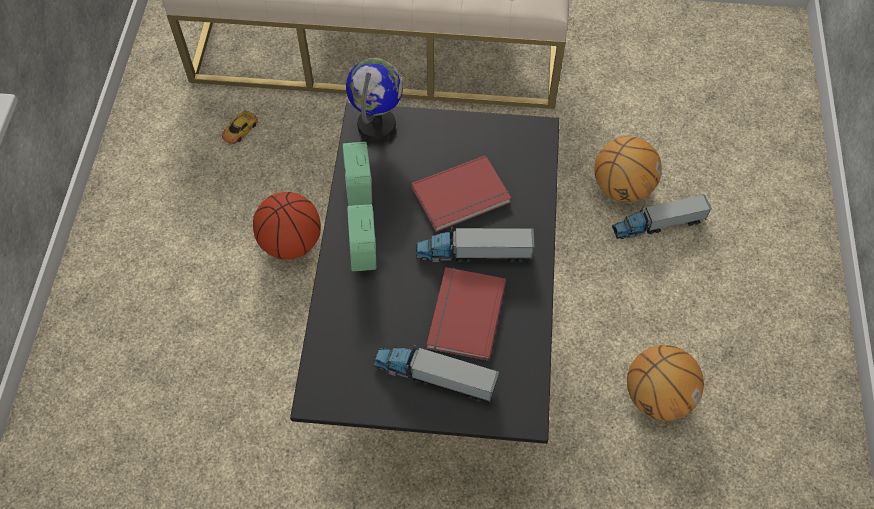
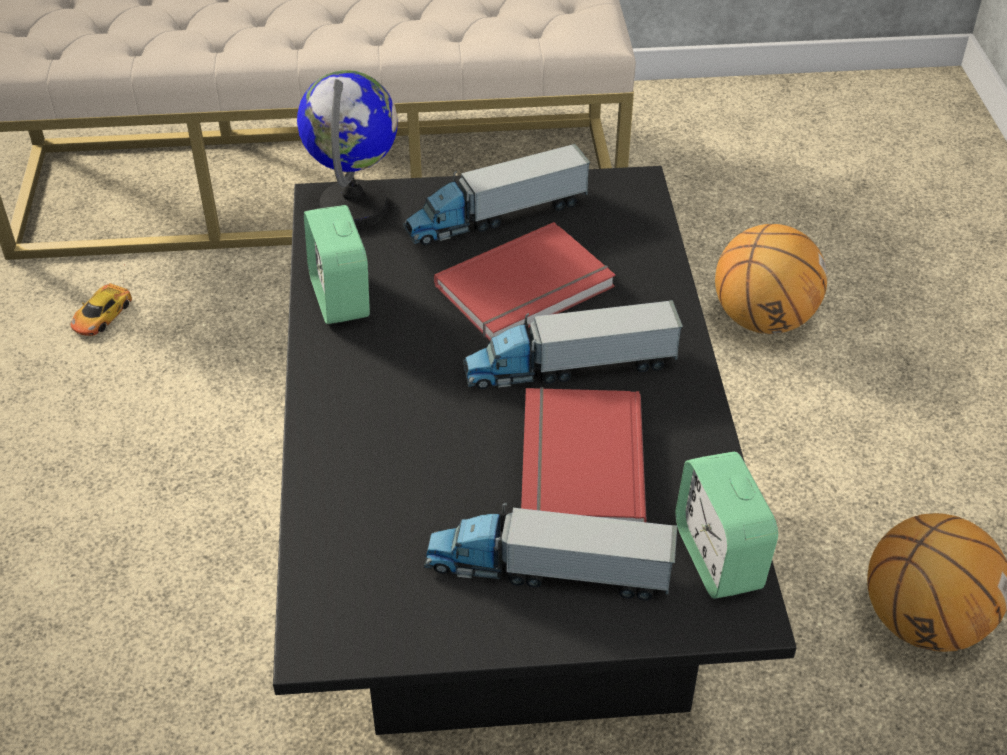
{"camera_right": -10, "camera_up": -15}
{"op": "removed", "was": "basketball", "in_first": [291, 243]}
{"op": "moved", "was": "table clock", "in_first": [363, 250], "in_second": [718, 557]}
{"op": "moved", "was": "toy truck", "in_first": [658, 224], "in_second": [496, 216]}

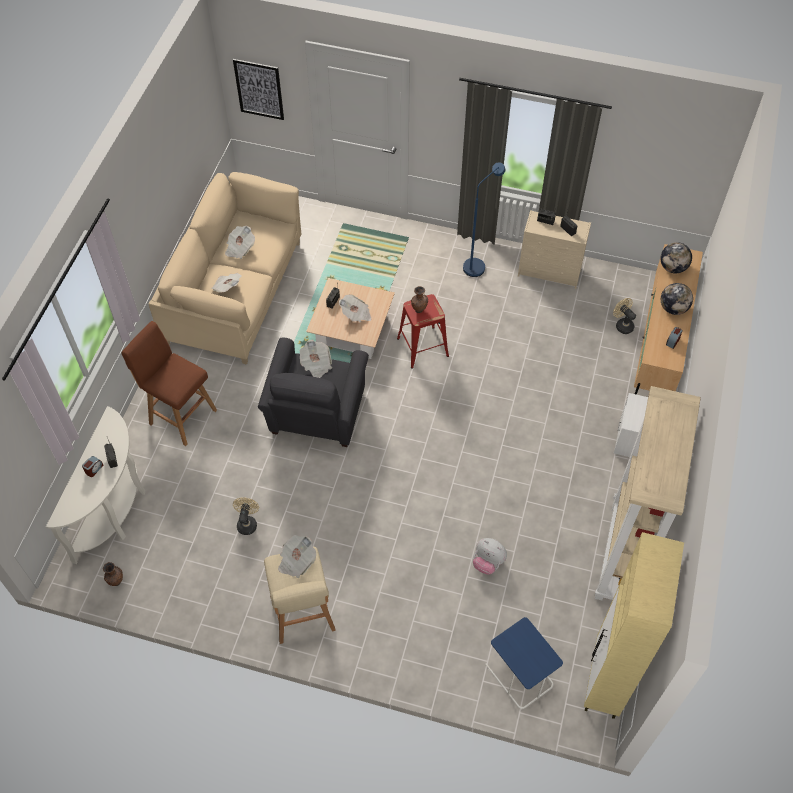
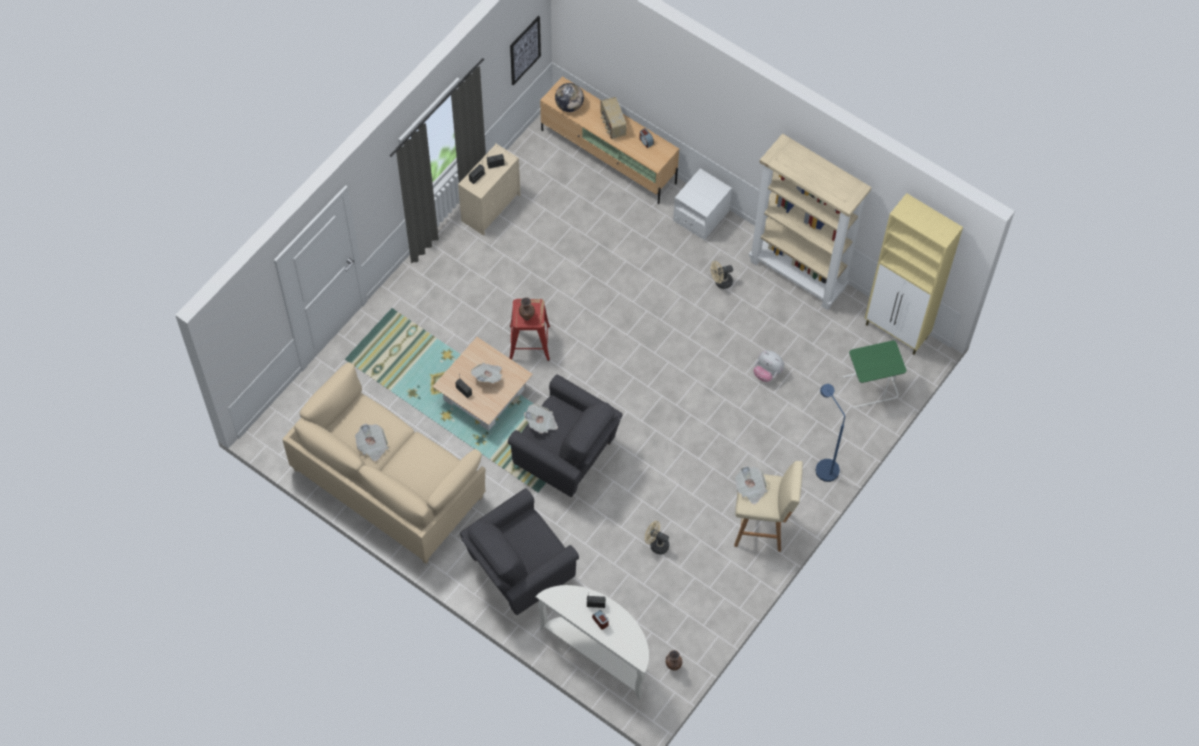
{"camera_right": -70, "camera_up": 5}
{"op": "removed", "was": "printed paper", "in_first": [227, 287]}
{"op": "moved", "was": "wall picture", "in_first": [259, 89], "in_second": [525, 50]}
{"op": "moved", "was": "floor lamp (blue-coloured)", "in_first": [478, 264], "in_second": [823, 465]}
{"op": "moved", "was": "electric fan (beige-coloured)", "in_first": [622, 325], "in_second": [720, 282]}
{"op": "replaced", "was": "stool seat (brownish)", "now": "armchair (greyish)", "in_first": [181, 416], "in_second": [517, 570]}
{"op": "replaced", "was": "desk globe", "now": "radio set", "in_first": [673, 308], "in_second": [612, 125]}
{"op": "recoloured", "was": "accent table (blue-coloured)", "now": "accent table (green)", "in_first": [518, 674], "in_second": [870, 388]}
{"op": "turned", "was": "plush toy", "in_first": [488, 562], "in_second": [767, 372], "clockwise": 75}

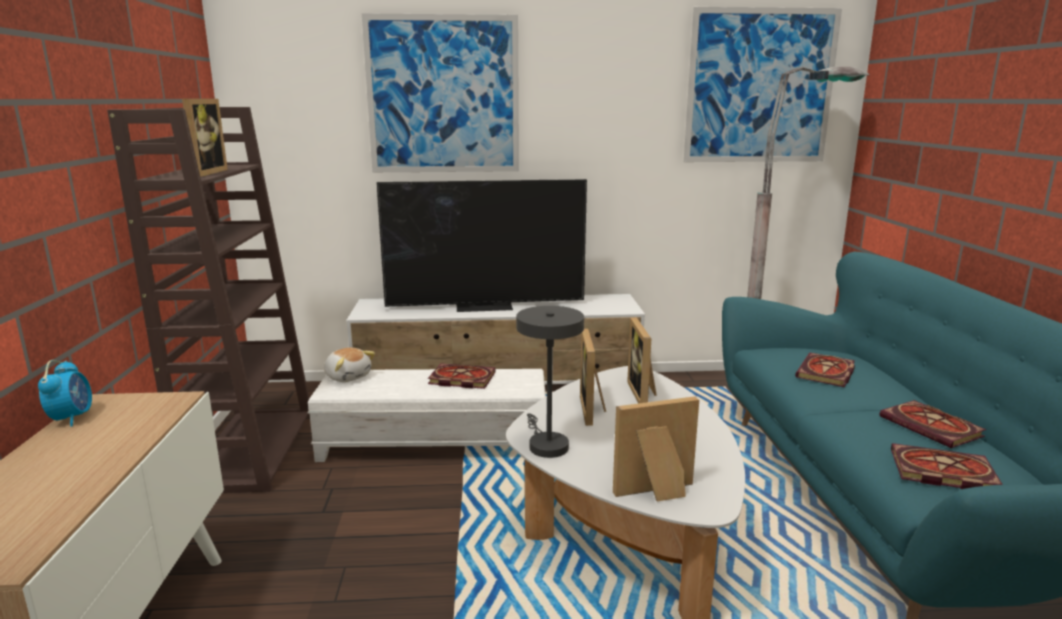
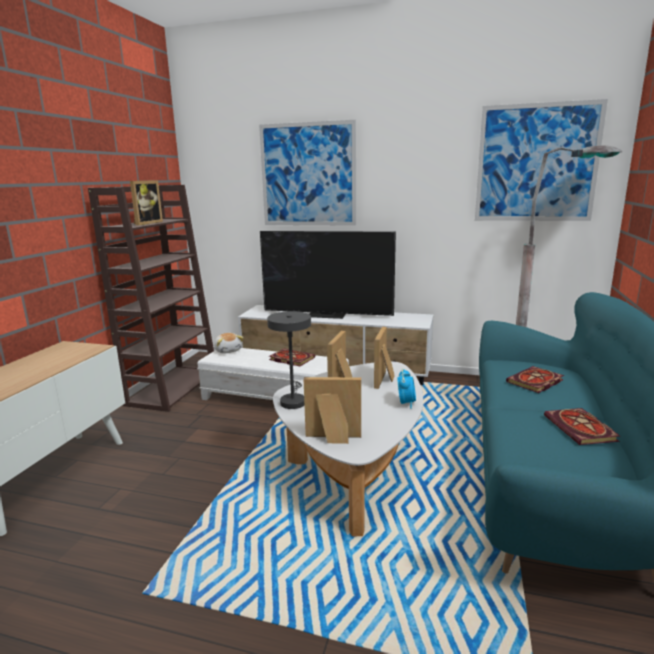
{"camera_right": 20, "camera_up": 0}
{"op": "removed", "was": "volume", "in_first": [940, 472]}
{"op": "moved", "was": "table clock", "in_first": [72, 418], "in_second": [406, 403]}

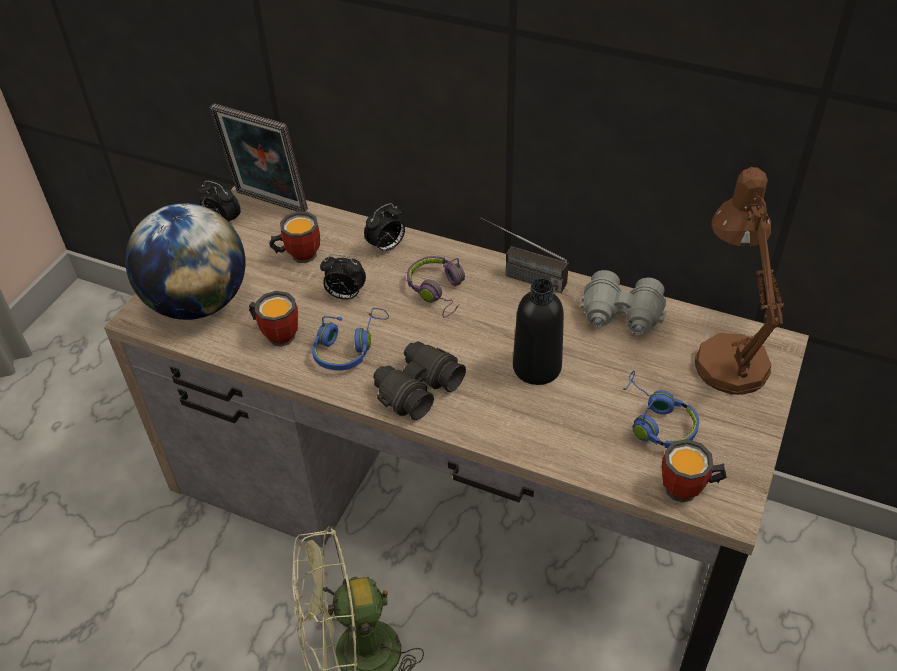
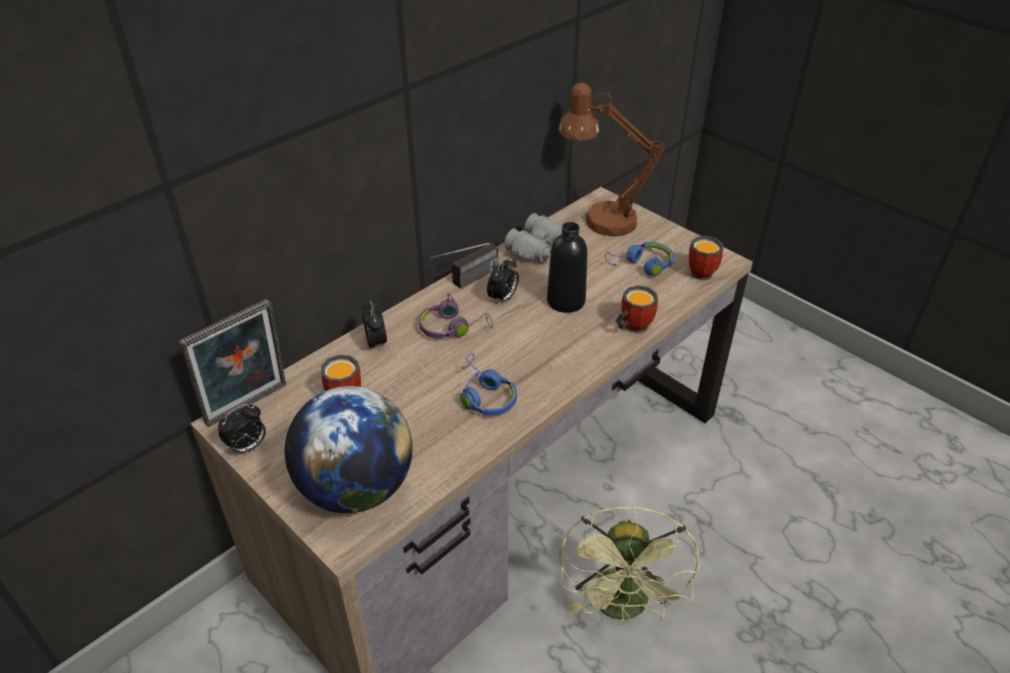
{"camera_right": -70, "camera_up": -5}
{"op": "removed", "was": "pair of binoculars (blackish)", "in_first": [417, 388]}
{"op": "moved", "was": "tea mug", "in_first": [278, 333], "in_second": [631, 326]}
{"op": "moved", "was": "table clock", "in_first": [345, 295], "in_second": [503, 298]}

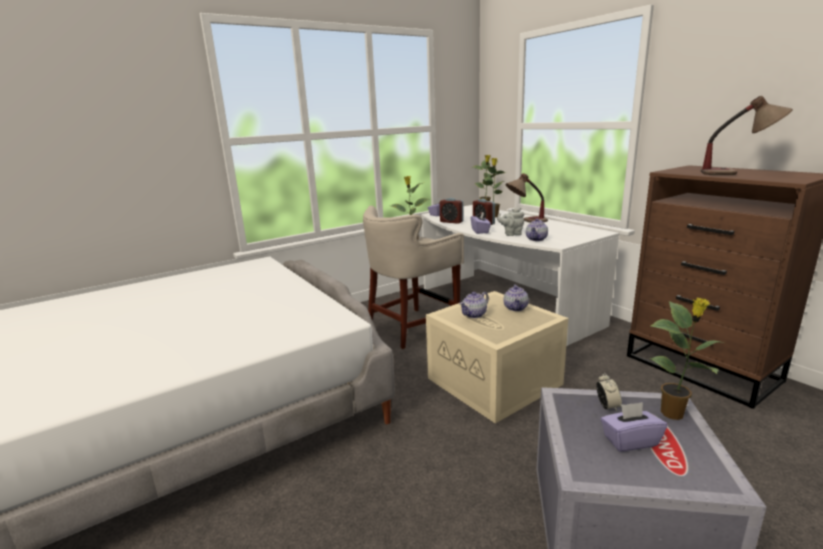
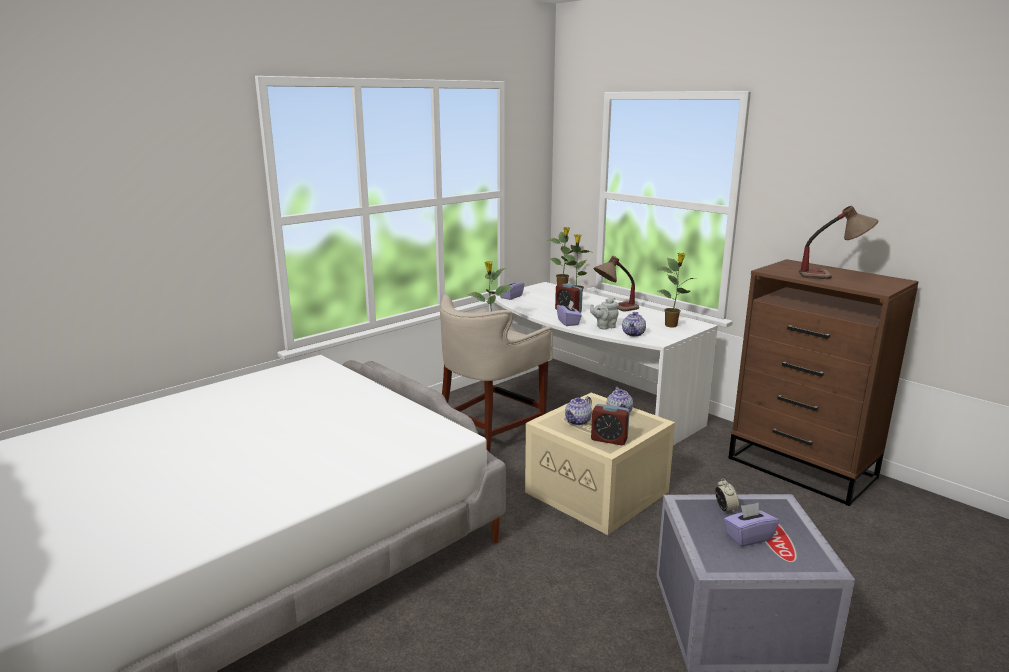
{"camera_right": -10, "camera_up": 0}
{"op": "moved", "was": "table clock", "in_first": [451, 222], "in_second": [609, 439]}
{"op": "moved", "was": "houseplant", "in_first": [674, 414], "in_second": [672, 325]}

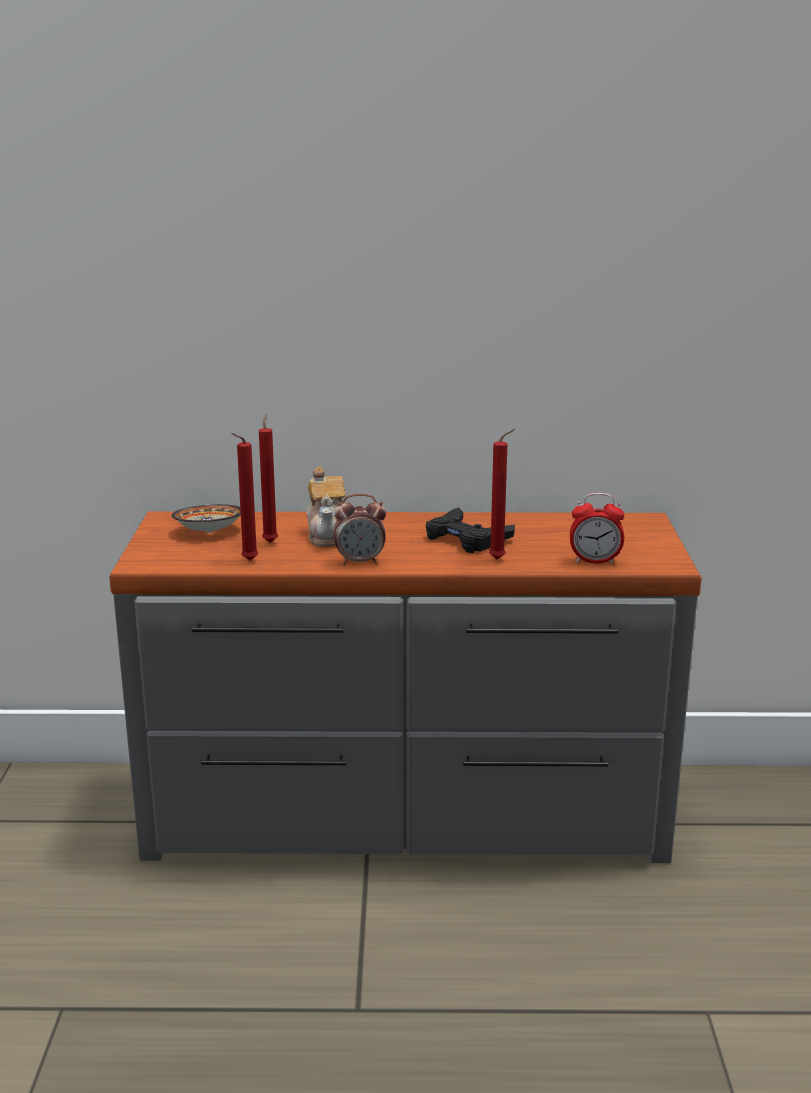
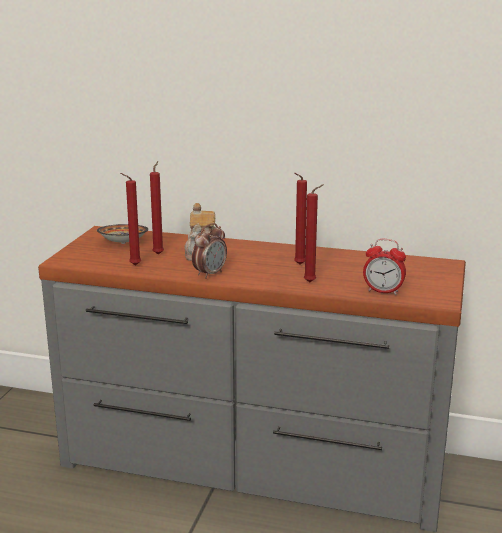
{"camera_right": 15, "camera_up": 0}
{"op": "replaced", "was": "game controller (blackish)", "now": "candle (red-coloured)", "in_first": [466, 538], "in_second": [298, 265]}
{"op": "turned", "was": "table clock", "in_first": [360, 562], "in_second": [210, 274], "clockwise": -60}

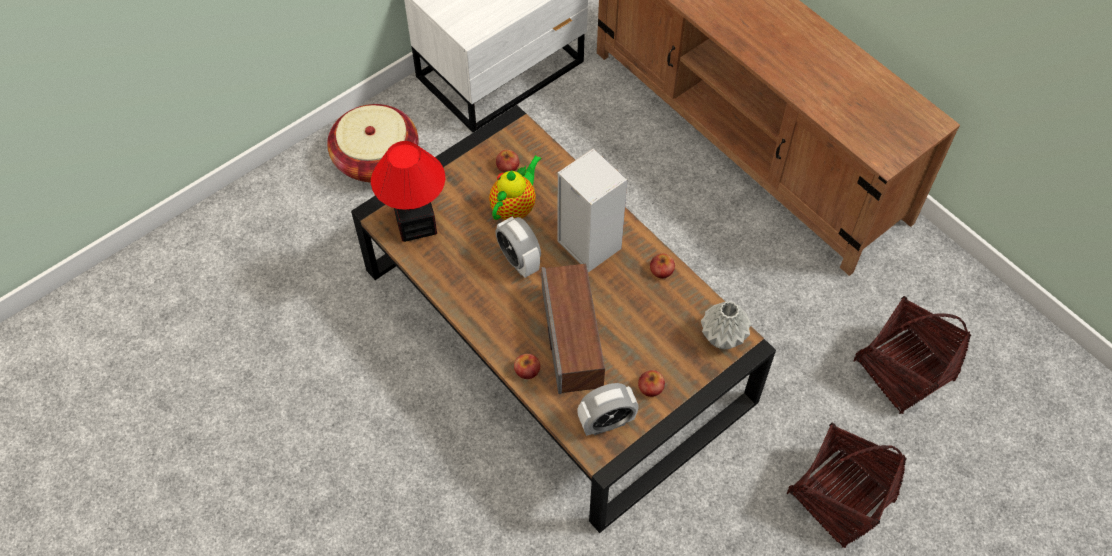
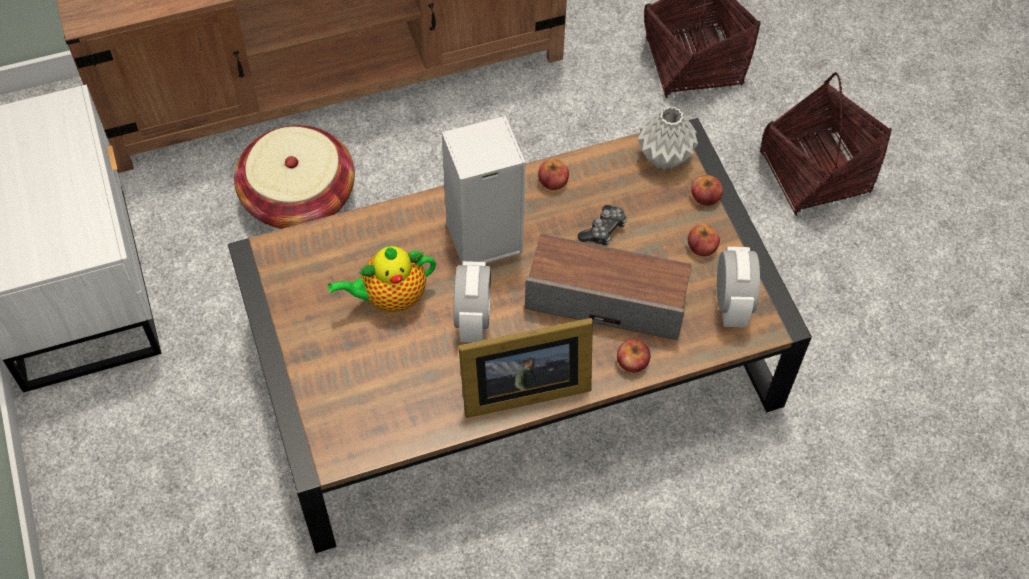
{"camera_right": -70, "camera_up": 0}
{"op": "removed", "was": "tabletop lamp", "in_first": [415, 224]}
{"op": "added", "now": "standing frame", "in_second": [520, 388]}
{"op": "added", "now": "game controller", "in_second": [603, 230]}
{"op": "moved", "was": "basket", "in_first": [376, 159], "in_second": [299, 197]}
{"op": "moved", "was": "whole apple", "in_first": [507, 166], "in_second": [705, 196]}
{"op": "turned", "was": "teapot", "in_first": [515, 207], "in_second": [390, 297], "clockwise": -75}
{"op": "turned", "was": "table clock", "in_first": [519, 261], "in_second": [473, 319], "clockwise": -75}

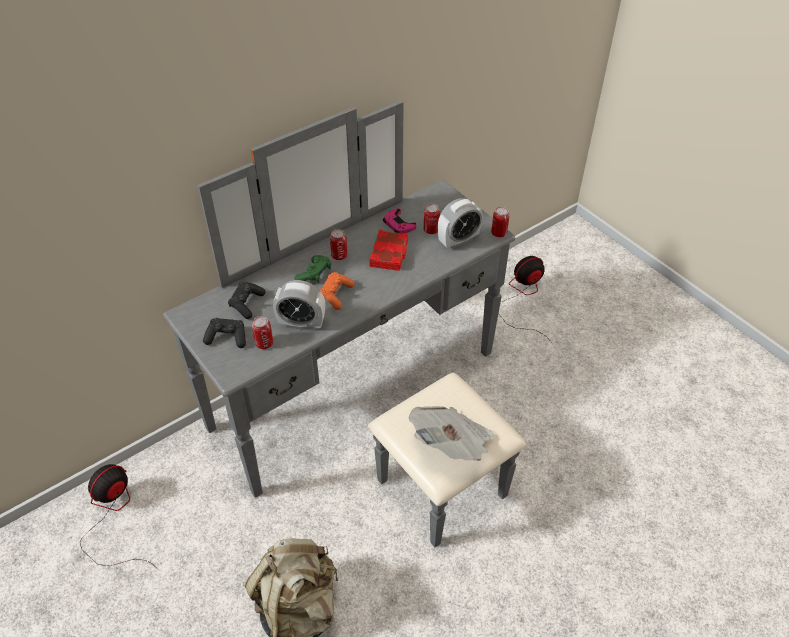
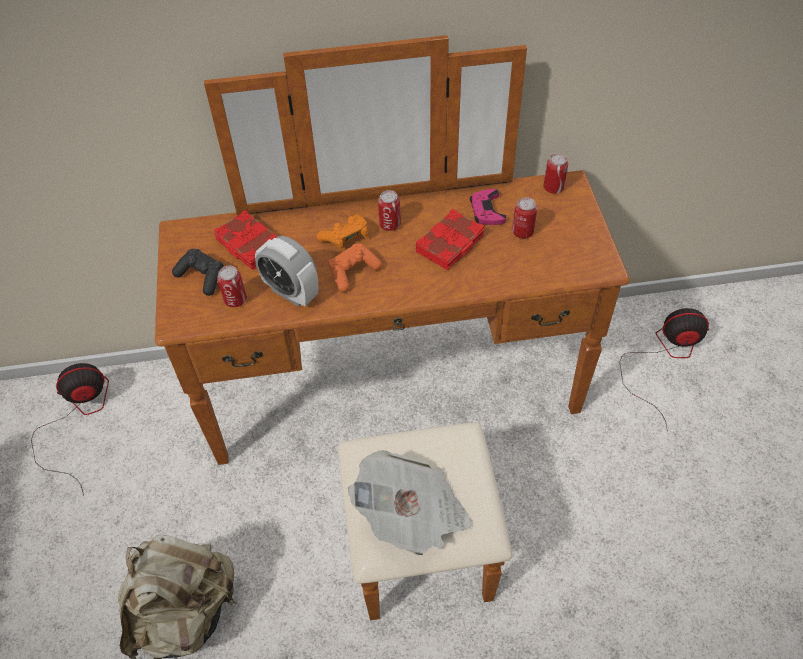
{"camera_right": 30, "camera_up": 5}
{"op": "removed", "was": "table clock", "in_first": [458, 241]}
{"op": "moved", "was": "metal can", "in_first": [499, 233], "in_second": [553, 188]}
{"op": "replaced", "was": "game controller (blackish)", "now": "volume (red-coloured)", "in_first": [246, 304], "in_second": [249, 245]}
{"op": "recoloured", "was": "dresser (greyish)", "now": "dresser (brownish)", "in_first": [374, 409], "in_second": [401, 422]}
{"op": "recoloured", "was": "game controller (green)", "now": "game controller (orange-coloured)", "in_first": [314, 275], "in_second": [346, 238]}

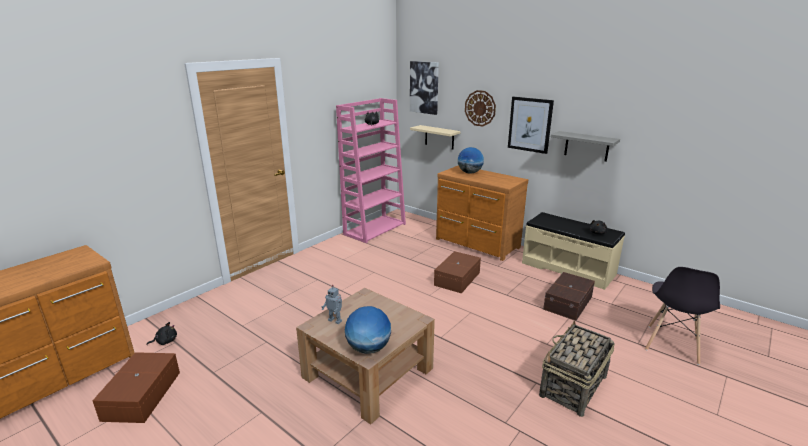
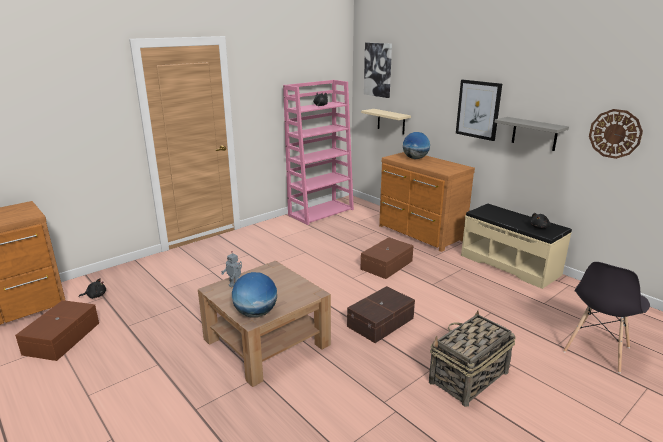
{"camera_right": 10, "camera_up": 0}
{"op": "moved", "was": "hanging clock", "in_first": [480, 108], "in_second": [615, 133]}
{"op": "moved", "was": "storage box (brownish)", "in_first": [569, 303], "in_second": [381, 322]}

